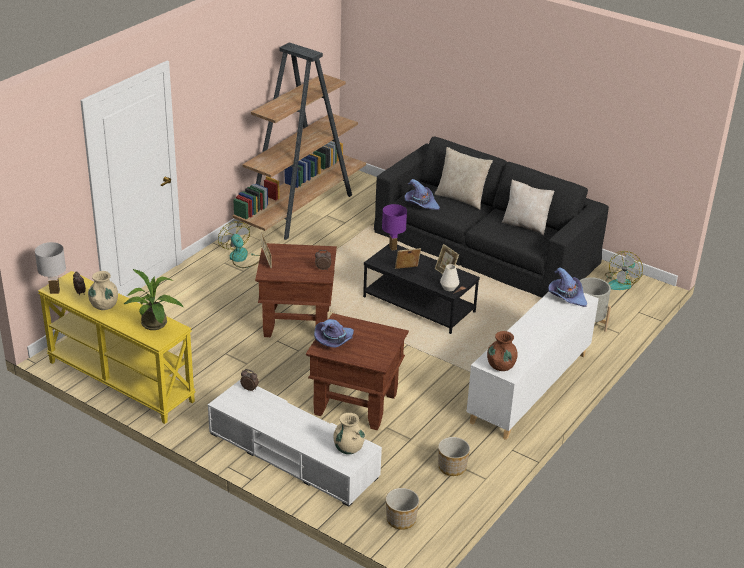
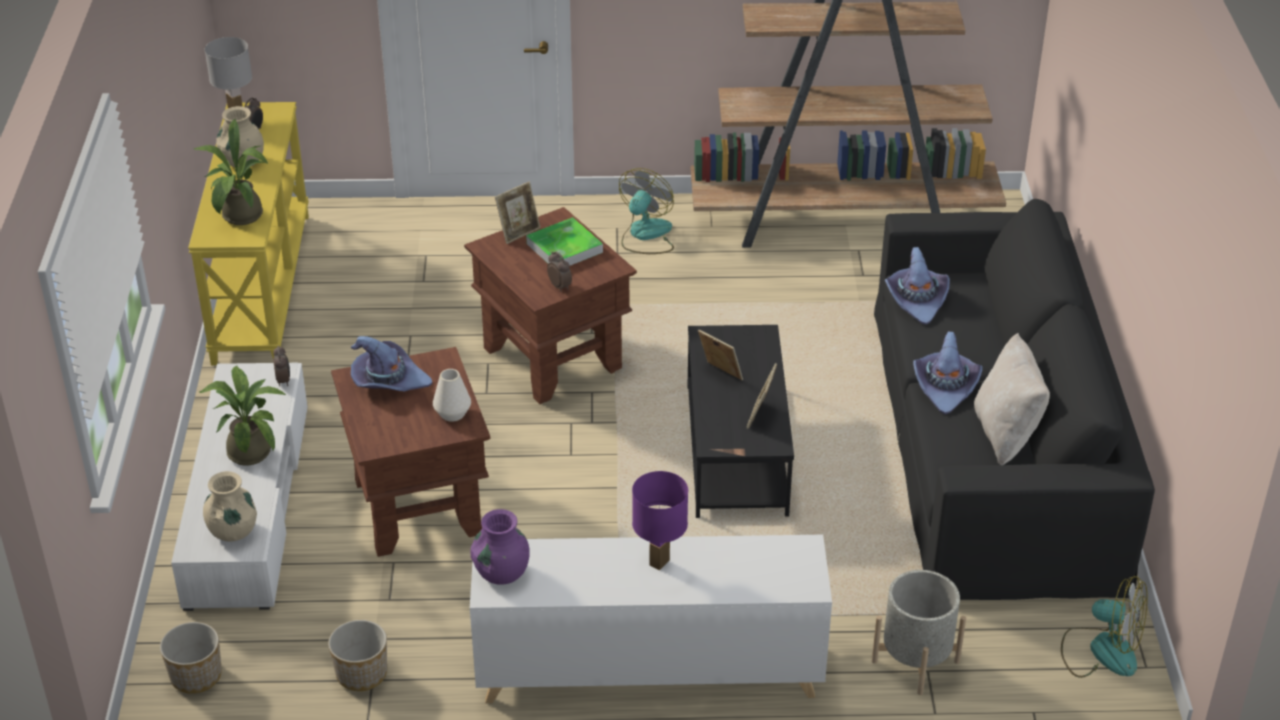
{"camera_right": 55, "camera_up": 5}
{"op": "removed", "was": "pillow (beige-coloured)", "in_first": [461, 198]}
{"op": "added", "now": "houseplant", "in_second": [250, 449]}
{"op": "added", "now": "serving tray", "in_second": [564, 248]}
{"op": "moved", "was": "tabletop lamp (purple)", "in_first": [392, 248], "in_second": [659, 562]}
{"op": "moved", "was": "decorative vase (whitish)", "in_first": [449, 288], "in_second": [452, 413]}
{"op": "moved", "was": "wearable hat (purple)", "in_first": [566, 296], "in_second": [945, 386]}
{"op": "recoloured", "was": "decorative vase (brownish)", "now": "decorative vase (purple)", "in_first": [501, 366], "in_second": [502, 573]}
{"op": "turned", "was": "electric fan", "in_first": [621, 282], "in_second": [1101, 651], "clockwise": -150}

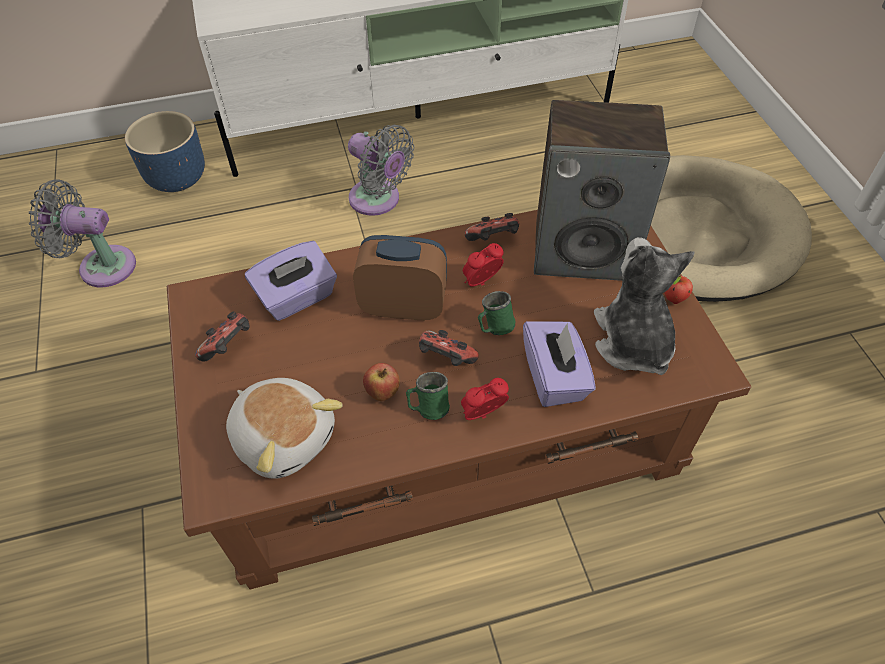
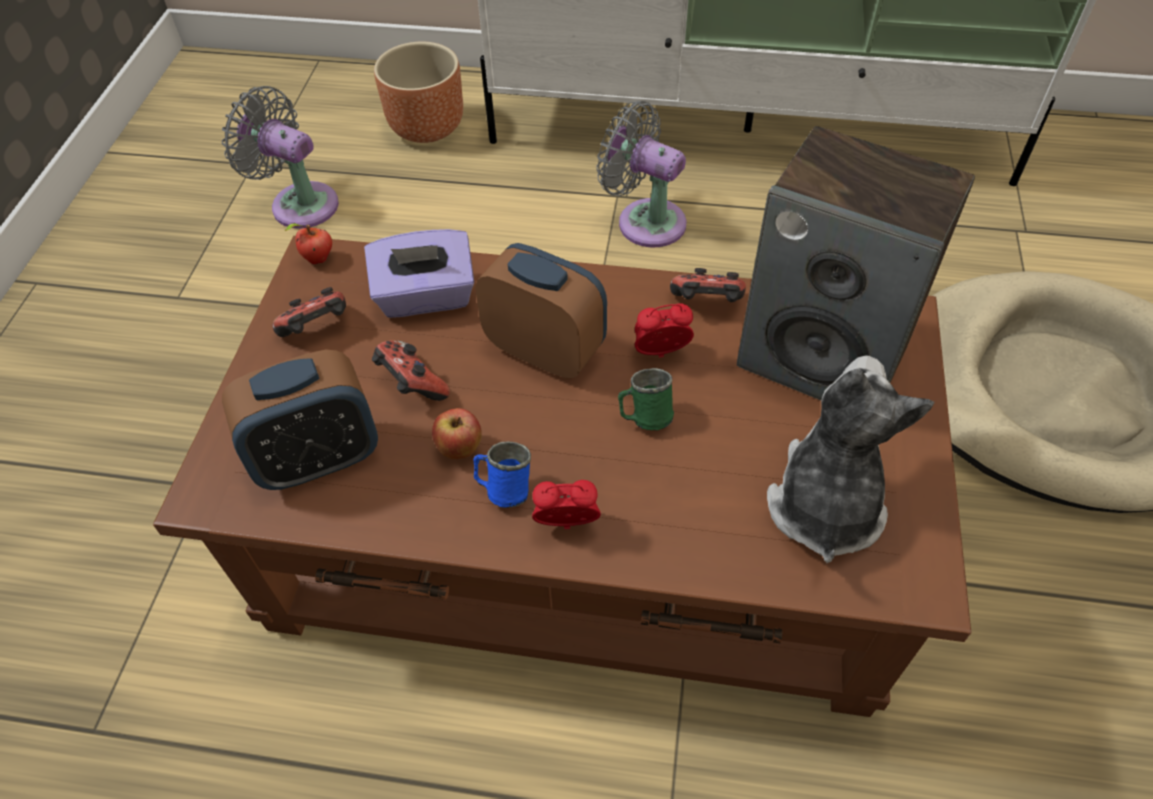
{"camera_right": 25, "camera_up": 0}
{"op": "removed", "was": "box of tissues (purple)", "in_first": [554, 377]}
{"op": "moved", "was": "game controller", "in_first": [446, 359], "in_second": [412, 385]}
{"op": "moved", "was": "whole apple", "in_first": [673, 299], "in_second": [317, 259]}
{"op": "replaced", "was": "plush toy", "now": "table clock", "in_first": [284, 437], "in_second": [318, 459]}
{"op": "recoloured", "was": "flower pot (blue-coloured)", "now": "flower pot (brownish)", "in_first": [178, 178], "in_second": [428, 128]}
{"op": "recoloured", "was": "tea mug (green)", "now": "tea mug (blue-coloured)", "in_first": [428, 408], "in_second": [503, 489]}
{"op": "turned", "was": "electric fan (greyish)", "in_first": [378, 200], "in_second": [645, 220], "clockwise": 150}

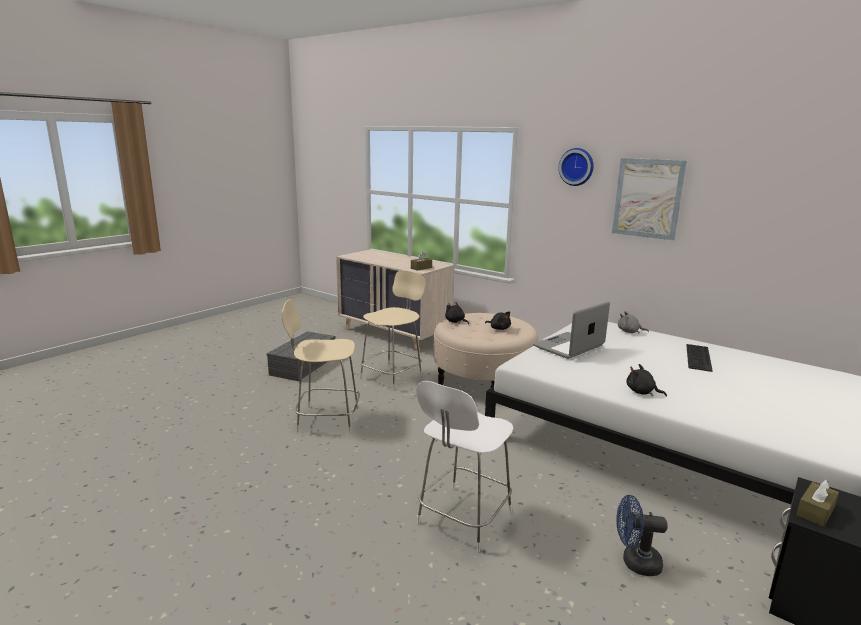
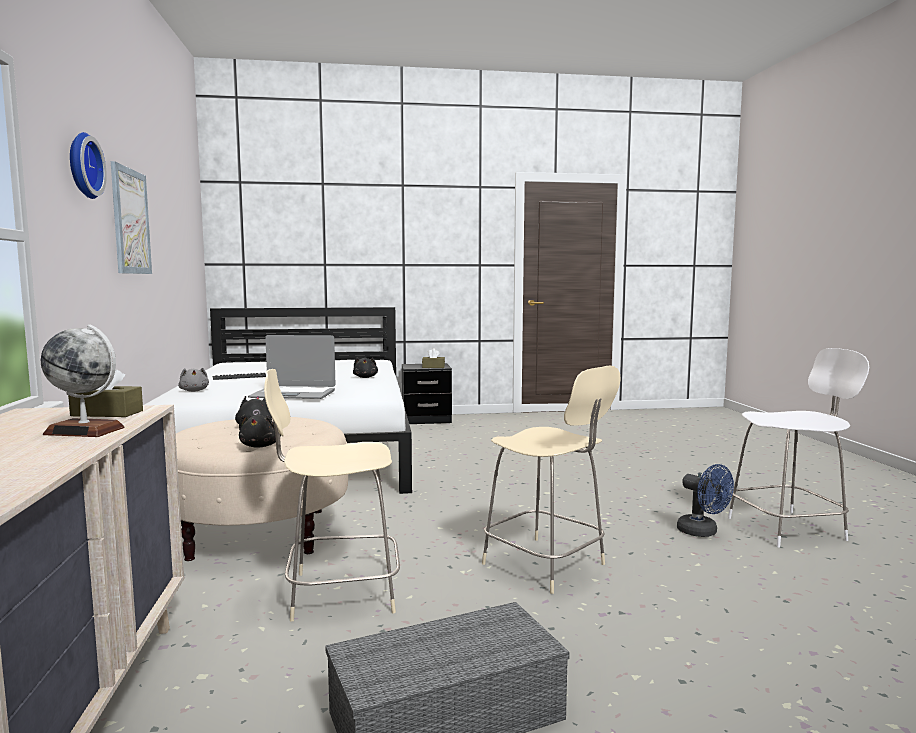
{"camera_right": -135, "camera_up": -10}
{"op": "added", "now": "desk globe", "in_second": [85, 431]}
{"op": "moved", "was": "chair (whitish)", "in_first": [462, 519], "in_second": [789, 528]}
{"op": "moved", "was": "electric fan (blue-coloured)", "in_first": [635, 562], "in_second": [703, 532]}

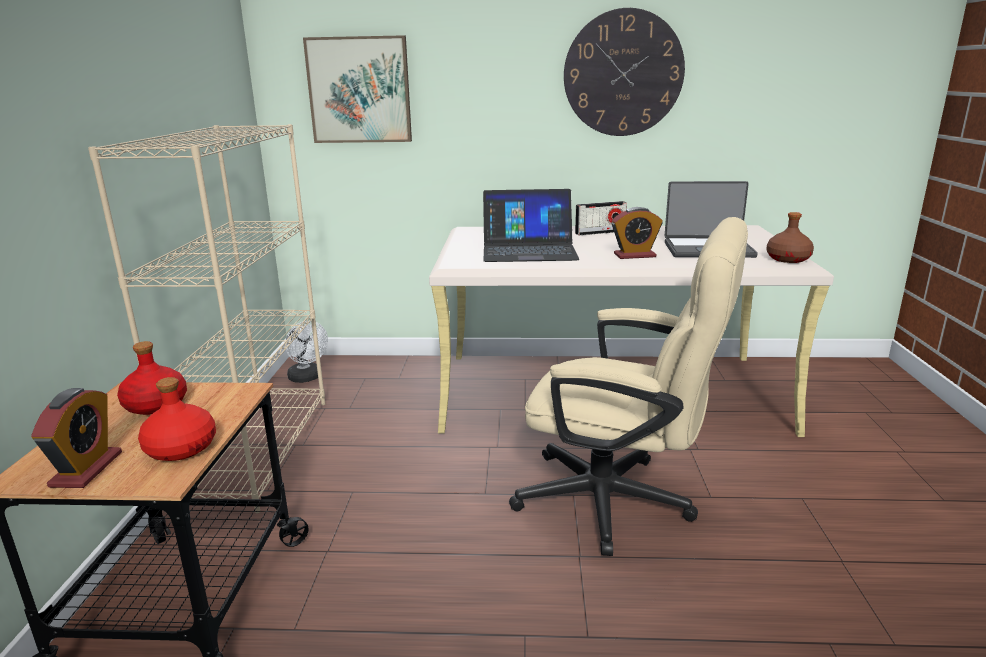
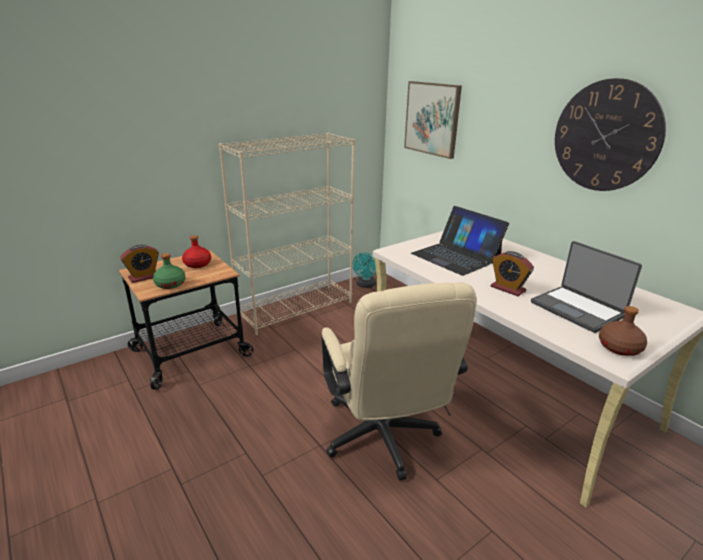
{"camera_right": 50, "camera_up": 5}
{"op": "removed", "was": "radio set", "in_first": [600, 232]}
{"op": "recoloured", "was": "beverage bottle (red-coloured)", "now": "beverage bottle (green)", "in_first": [180, 448], "in_second": [170, 284]}
{"op": "recoloured", "was": "electric fan (whitish)", "now": "electric fan (turquoise-coloured)", "in_first": [307, 378], "in_second": [365, 285]}

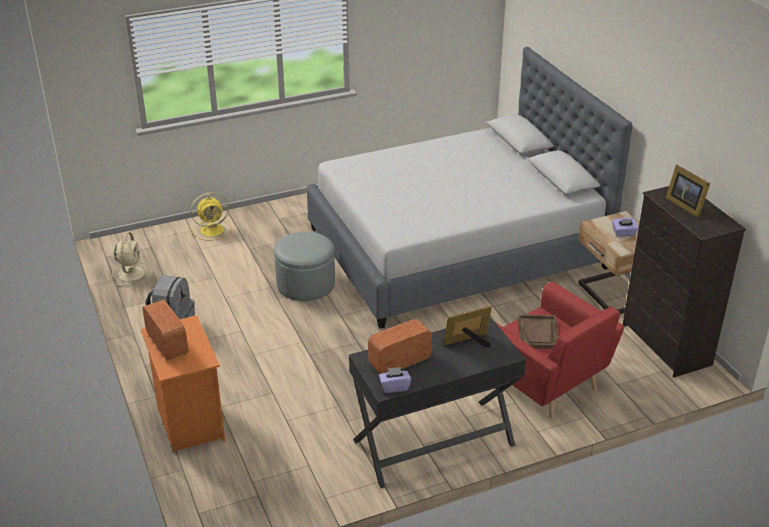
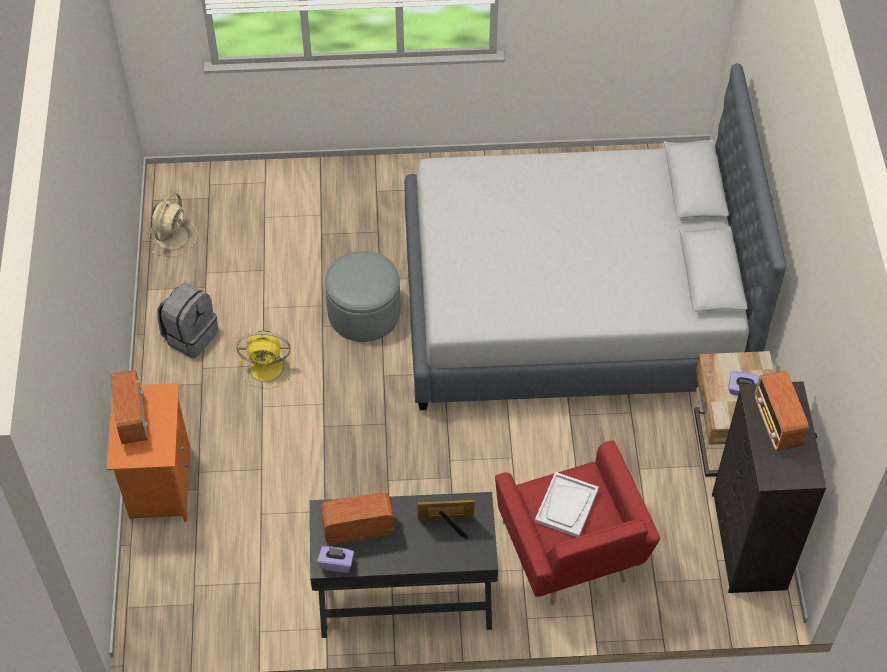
{"camera_right": 20, "camera_up": 20}
{"op": "moved", "was": "electric fan (yellow)", "in_first": [213, 230], "in_second": [268, 367]}
{"op": "replaced", "was": "standing frame", "now": "radio set", "in_first": [685, 205], "in_second": [777, 424]}
{"op": "recoloured", "was": "serving tray (brownish)", "now": "serving tray (whitish)", "in_first": [538, 333], "in_second": [566, 506]}

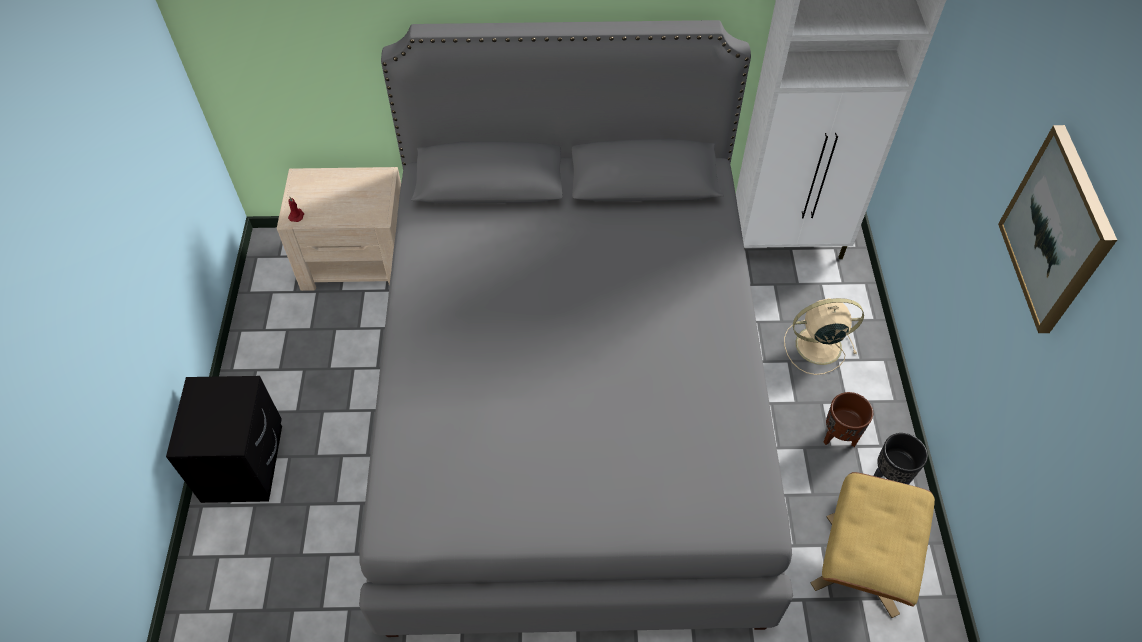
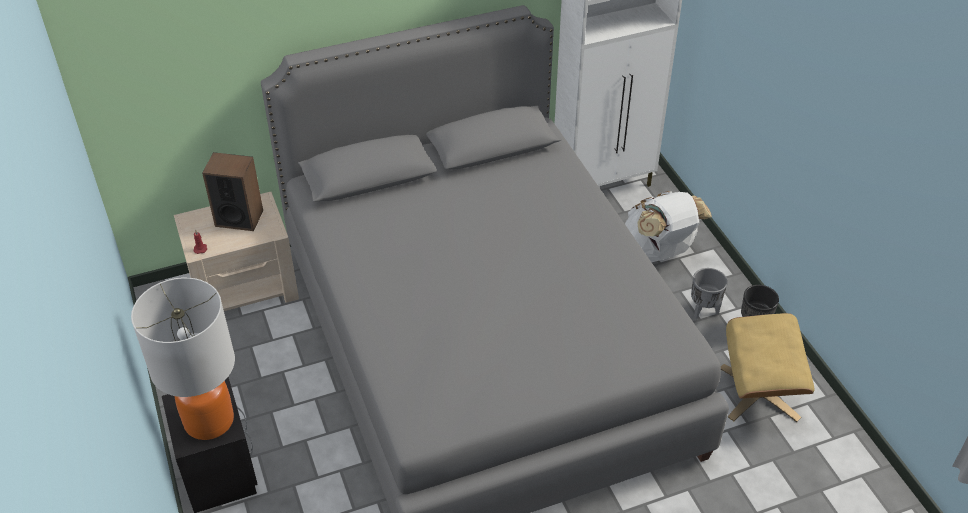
{"camera_right": -20, "camera_up": -10}
{"op": "removed", "was": "wall picture", "in_first": [1057, 231]}
{"op": "added", "now": "tabletop lamp", "in_second": [208, 420]}
{"op": "added", "now": "audio speaker", "in_second": [239, 218]}
{"op": "replaced", "was": "electric fan (beige-coloured)", "now": "backpack (whitish)", "in_first": [816, 346], "in_second": [658, 252]}
{"op": "recoloured", "was": "flower pot (brownish)", "now": "flower pot (greyish)", "in_first": [839, 436], "in_second": [703, 310]}

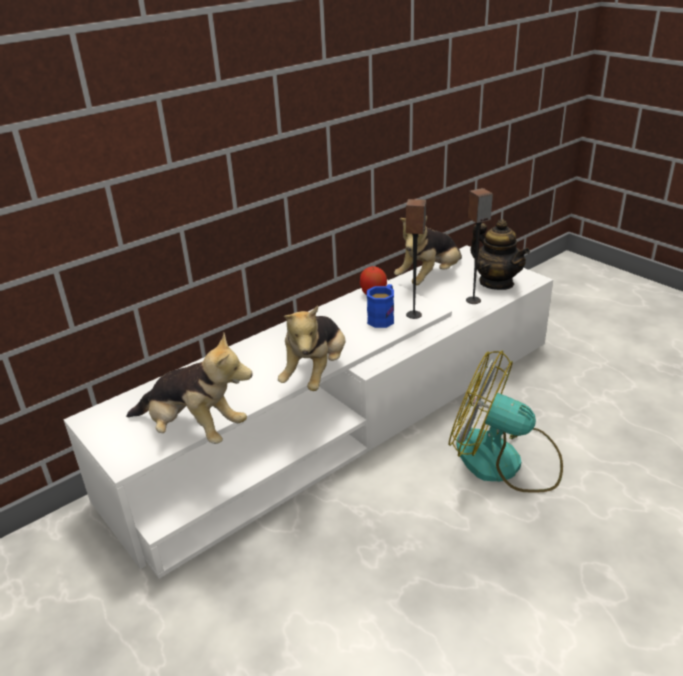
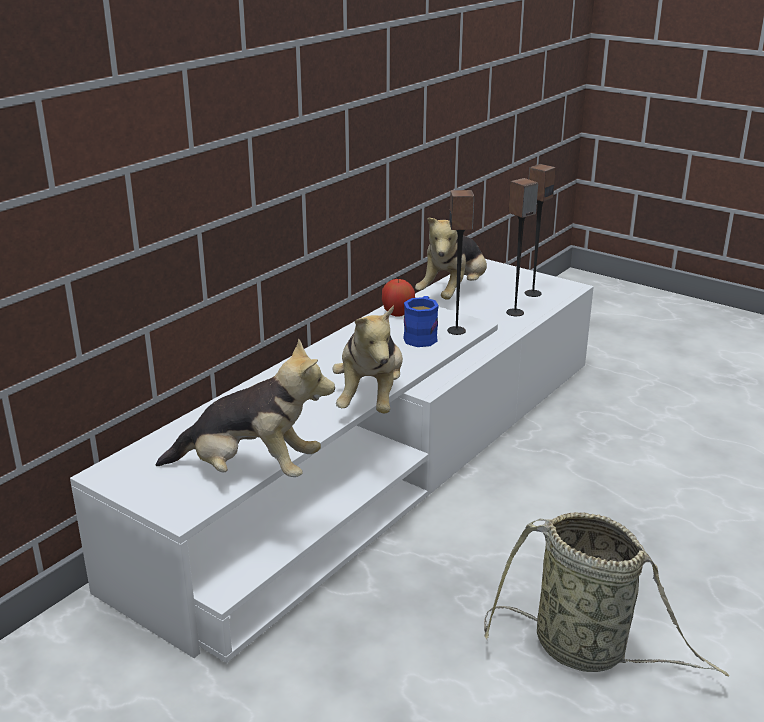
{"camera_right": -15, "camera_up": -5}
{"op": "removed", "was": "electric fan", "in_first": [504, 461]}
{"op": "added", "now": "basket", "in_second": [586, 650]}
{"op": "replaced", "was": "teapot", "now": "audio speaker", "in_first": [496, 283], "in_second": [532, 293]}

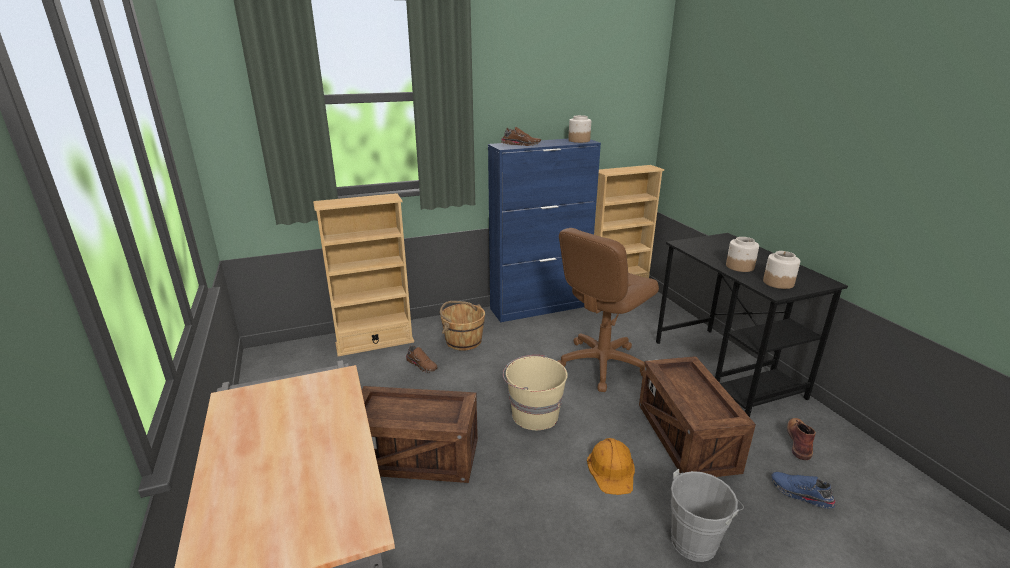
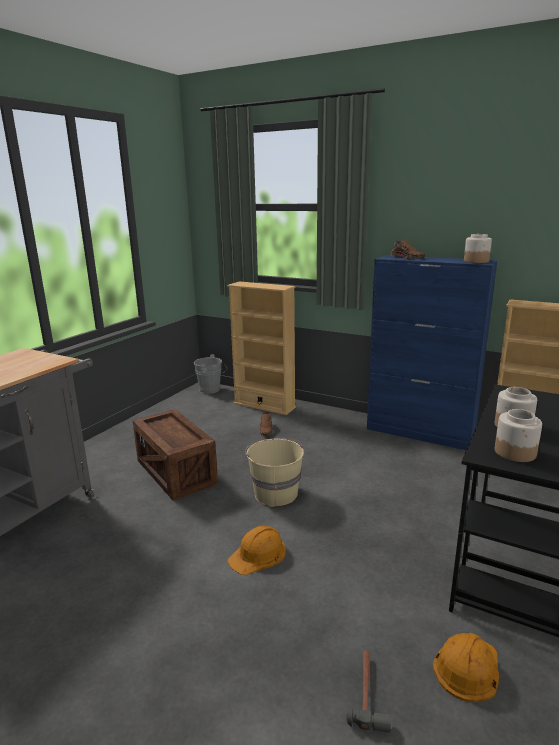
{"camera_right": 50, "camera_up": -5}
{"op": "removed", "was": "bucket (brownish)", "in_first": [463, 340]}
{"op": "removed", "was": "desk chair (brownish)", "in_first": [601, 364]}
{"op": "removed", "was": "packing crate", "in_first": [686, 437]}
{"op": "moved", "was": "bucket (greyish)", "in_first": [696, 539], "in_second": [212, 390]}
{"op": "replaced", "was": "low shoe (blue-coloured)", "now": "tool hammer", "in_first": [800, 494], "in_second": [368, 692]}
{"op": "replaced", "was": "boot (brownish)", "now": "hard hat (orange-coloured)", "in_first": [799, 440], "in_second": [467, 667]}

